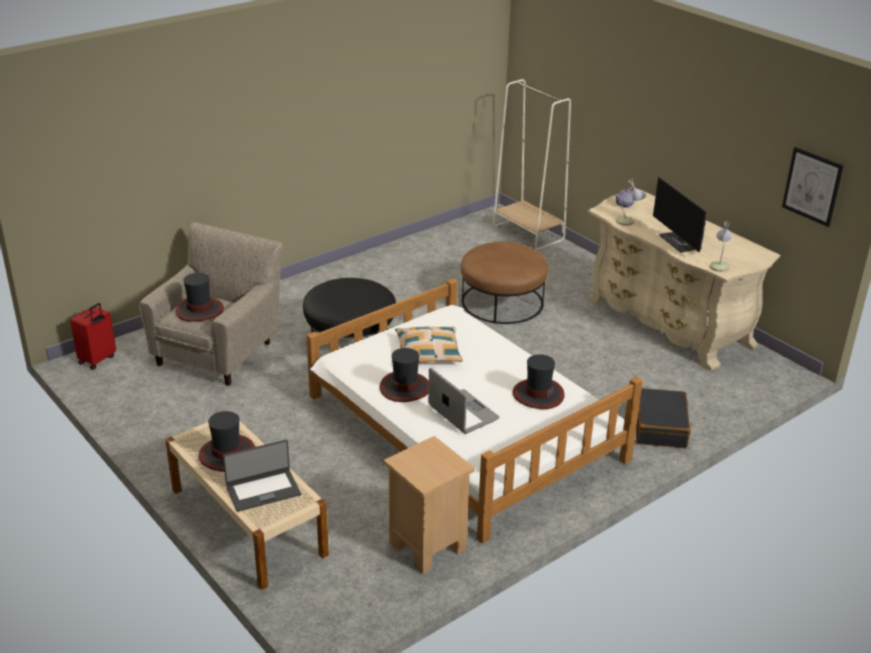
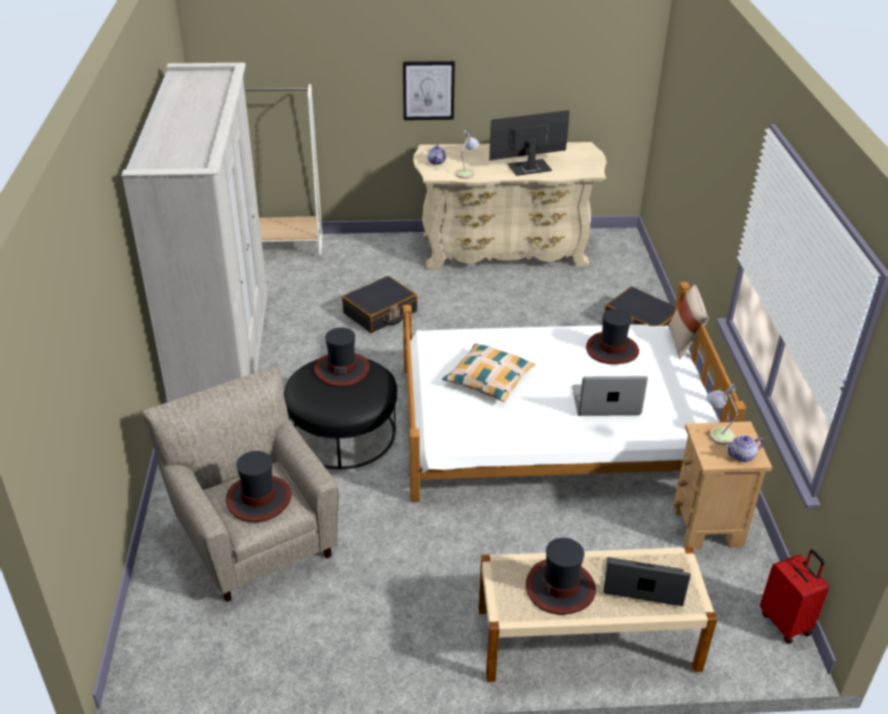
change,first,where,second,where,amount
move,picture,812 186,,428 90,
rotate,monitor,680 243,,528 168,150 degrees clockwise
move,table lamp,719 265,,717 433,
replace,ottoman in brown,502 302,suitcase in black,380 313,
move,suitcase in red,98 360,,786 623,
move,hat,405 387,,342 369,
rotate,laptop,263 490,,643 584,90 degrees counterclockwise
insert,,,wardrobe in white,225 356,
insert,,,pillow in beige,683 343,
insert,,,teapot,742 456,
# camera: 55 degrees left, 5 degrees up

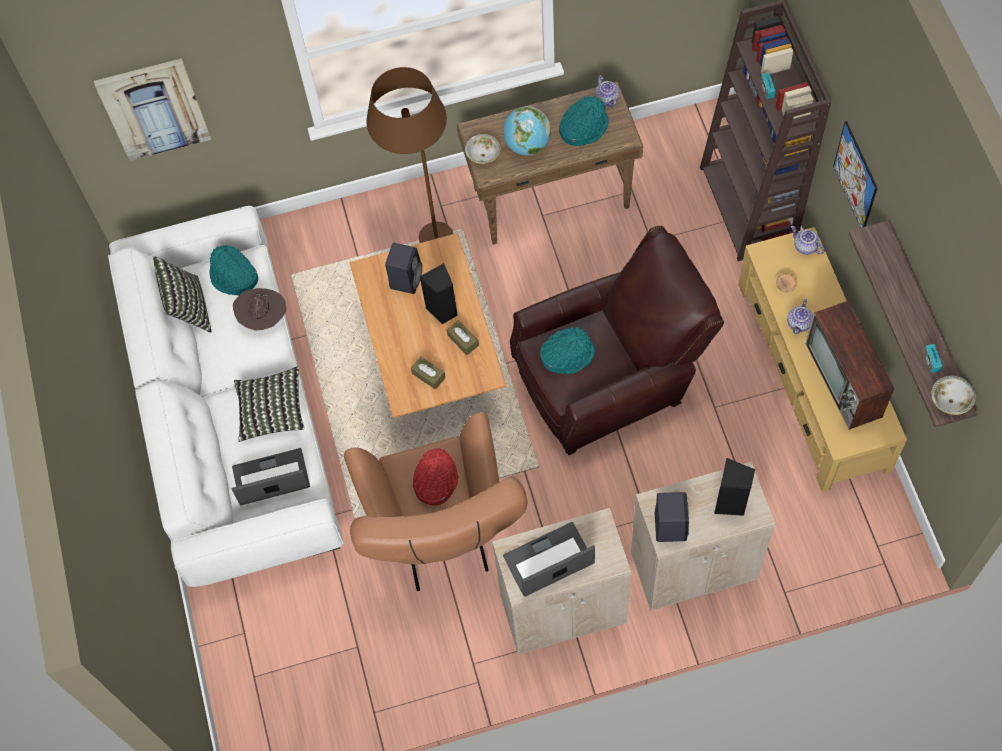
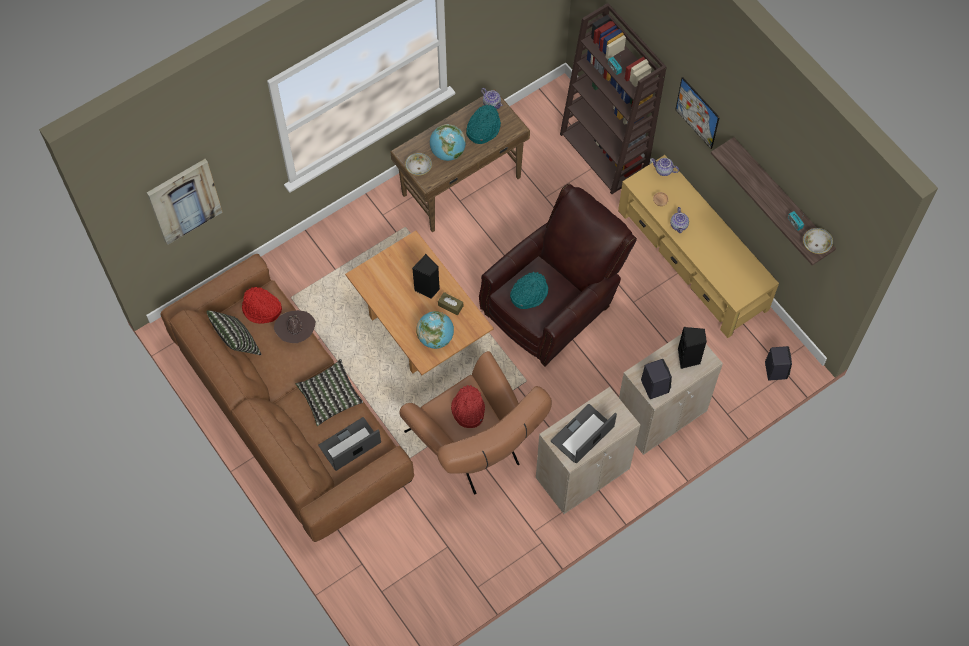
change,first,where,second,where,amount
delete,floor lamp in brown,424 225,,,
recolor,sofa in white,234 415,sofa in brown,290 412,
move,speaker in black,406 278,,775 369,
recolor,hat in turquoise,234 277,hat in red,262 310,
delete,television,845 381,,,
replace,tissue box in brown,428 375,globe,435 338,
# camera: 25 degrees left, 0 degrees up

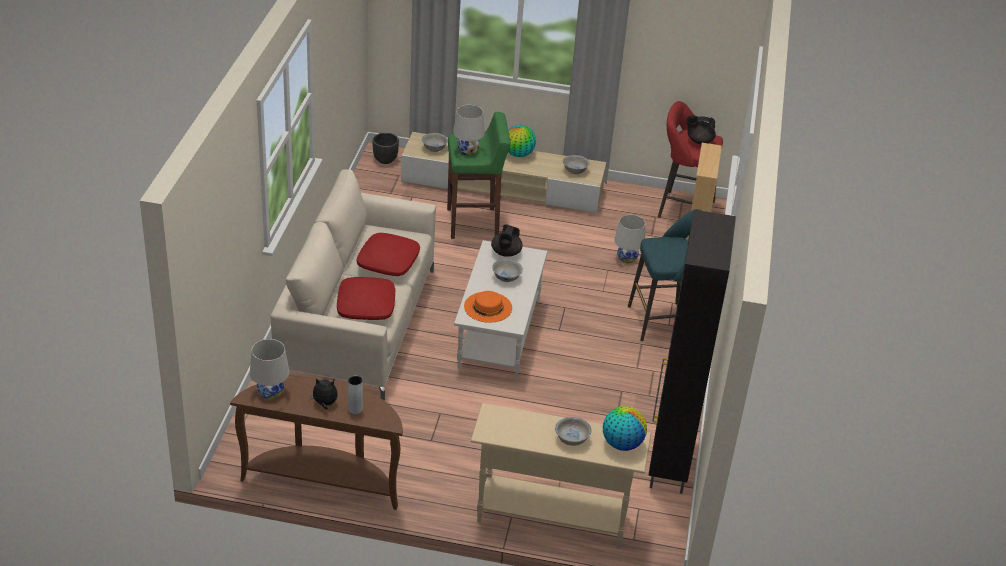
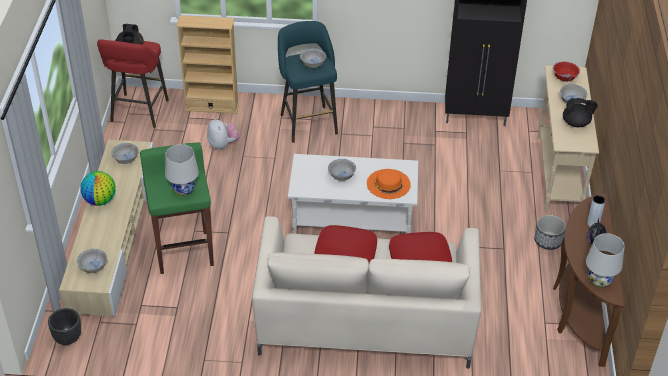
change,first,where,second,where,amount
replace,table lamp in white,627 258,plush toy,223 145,
move,teapot in black,506 253,,576 123,
replace,globe,622 444,bowl in red,564 77,
insert,,,bowl in white,313 64,
insert,,,planter,548 241,
# camera: 95 degrees left, 5 degrees up

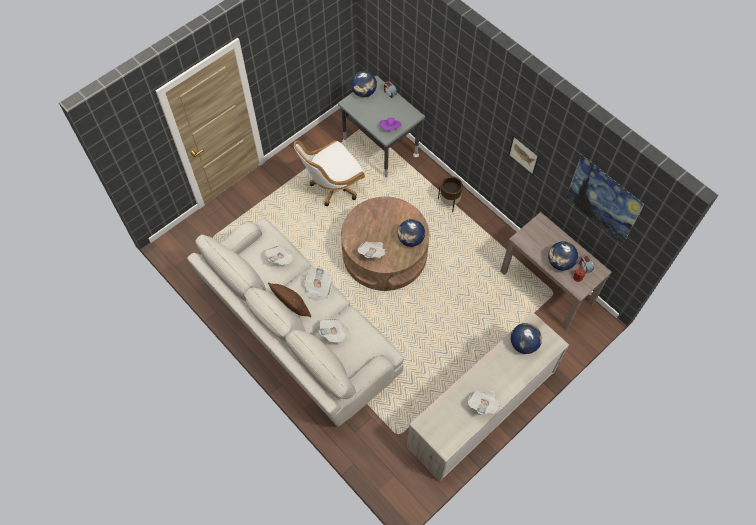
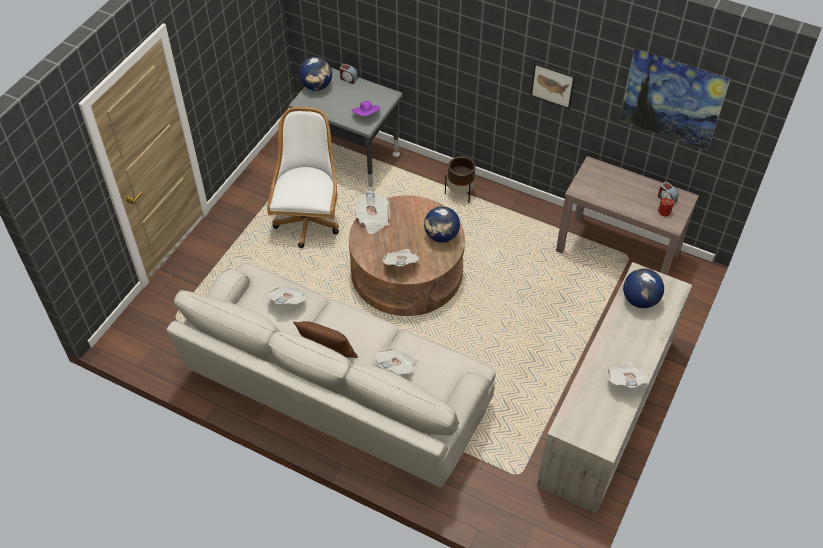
change,first,where,second,where,amount
rotate,office chair in white,331 188,,308 218,150 degrees clockwise
delete,globe,560 263,,,
move,newspaper,318 289,,373 219,
# camera: 20 degrees left, 10 degrees down

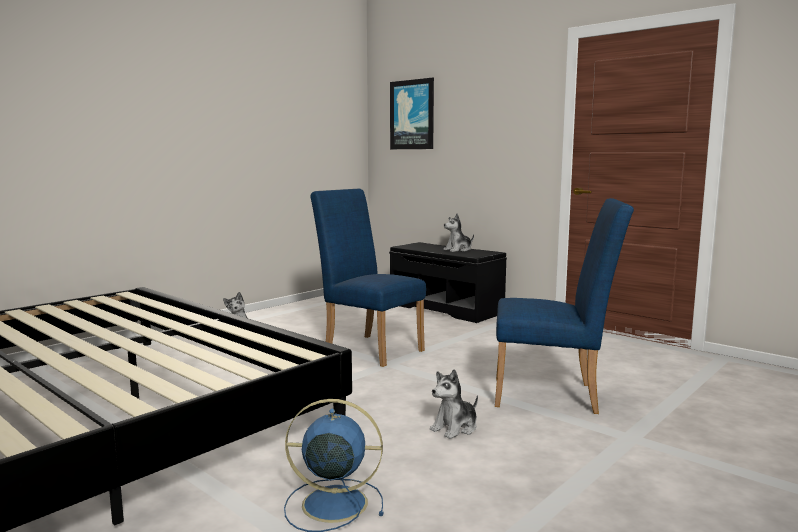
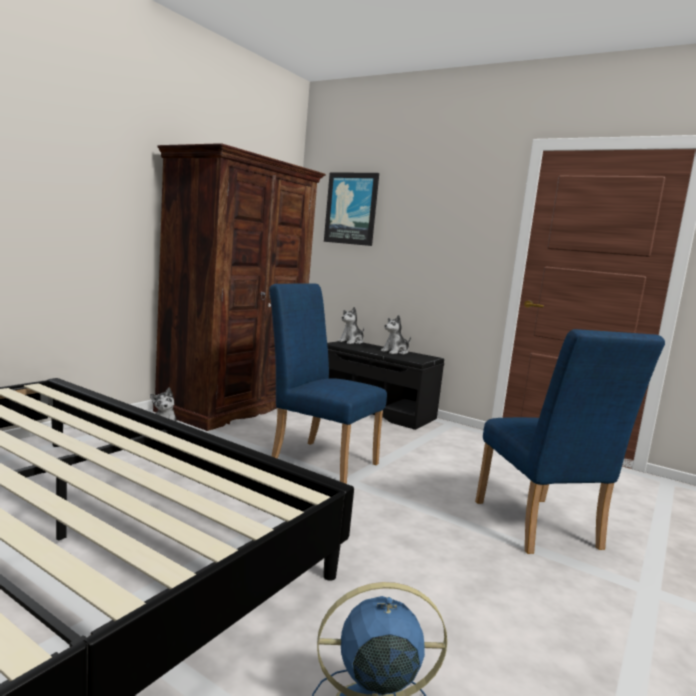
change,first,where,second,where,amount
rotate,chair in blue,554 396,,540 529,75 degrees clockwise
move,plush toy,455 428,,351 342,
insert,,,wardrobe in brown,232 407,
# camera: 10 degrees left, 0 degrees up

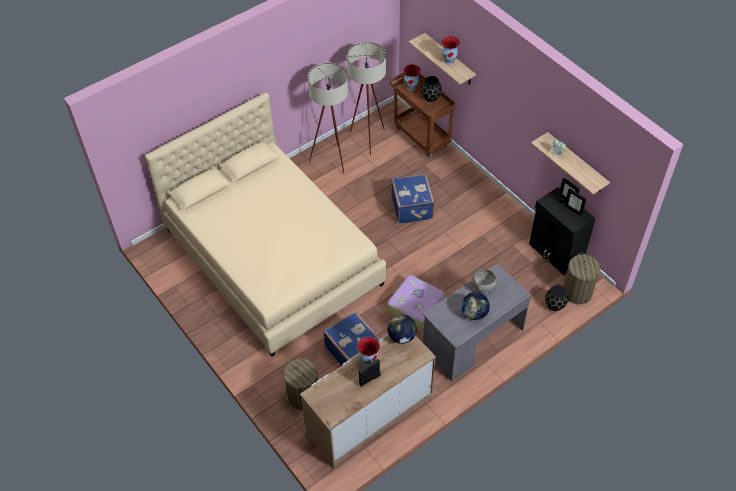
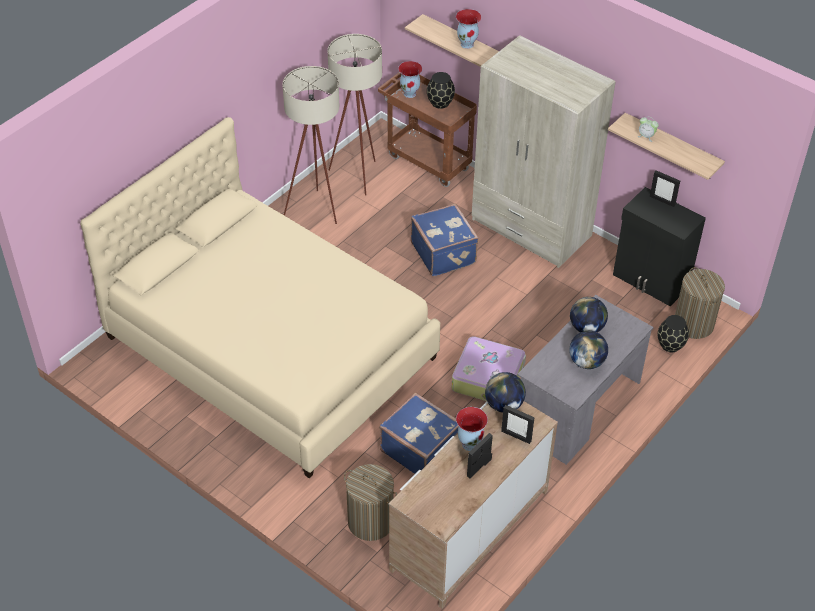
change,first,where,second,where,amount
move,picture frame,573 209,,516 435,
replace,bowl in grey,483 287,globe,586 328,
insert,,,wardrobe in beige,531 228,
# camera: 15 degrees left, 5 degrees down

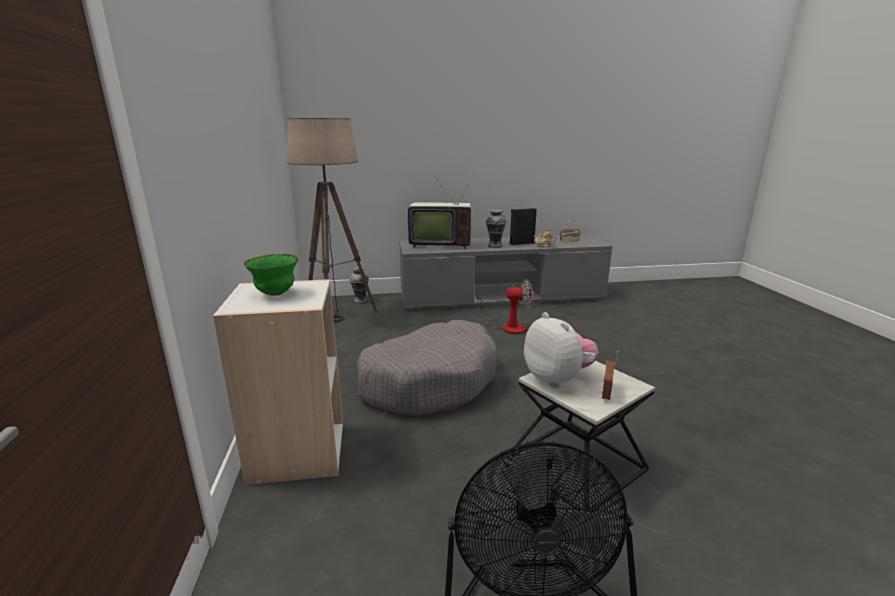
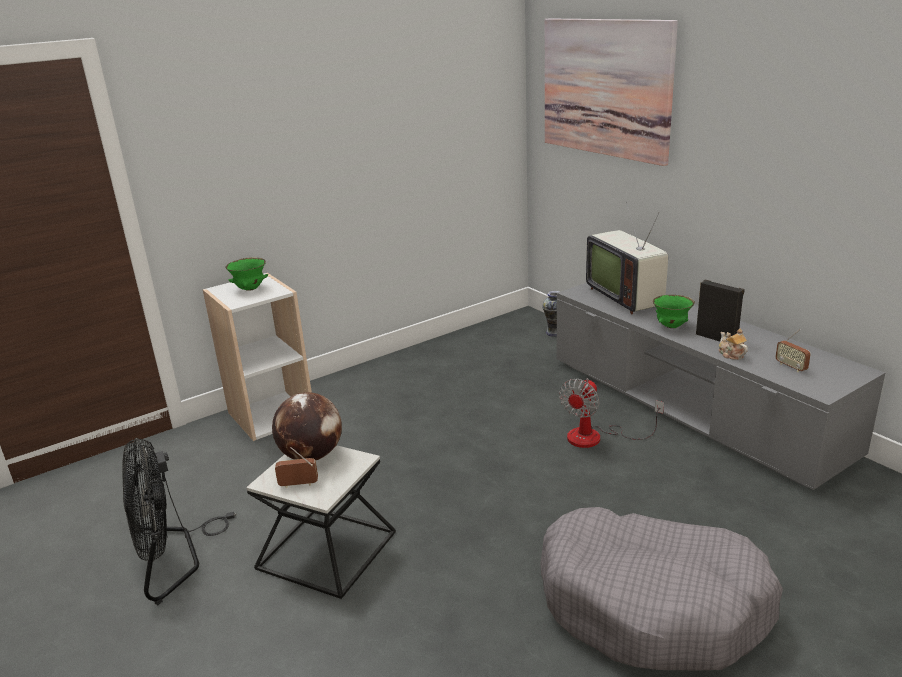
change,first,where,second,where,amount
delete,floor lamp,337 319,,,
replace,vase,495 246,bowl in green,671 326,
rotate,fan,507 326,,596 437,60 degrees clockwise
replace,plush toy,557 379,globe,311 455,
move,dog bed in grey,429 381,,652 605,
insert,,,picture,605 88,
# camera: 65 degrees right, 5 degrees up

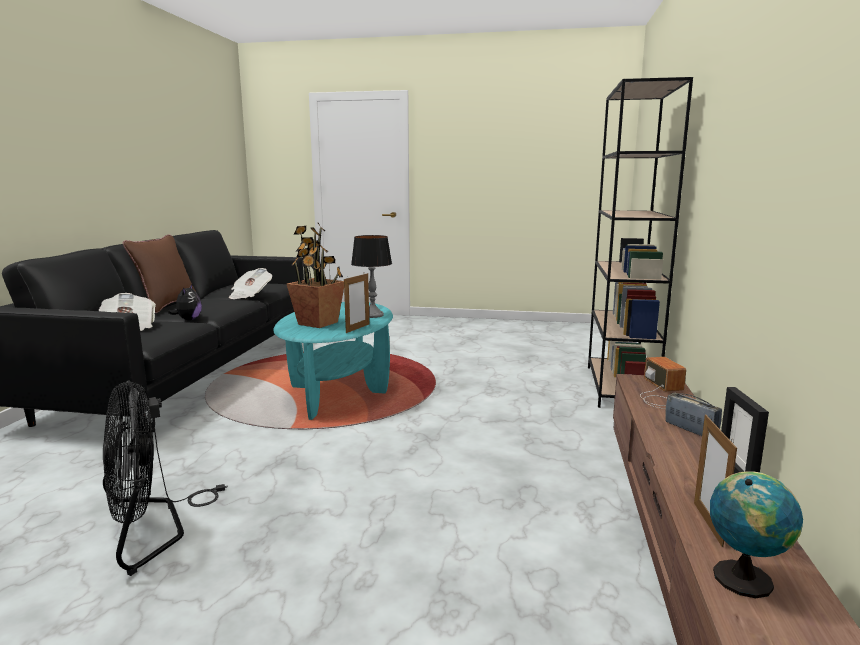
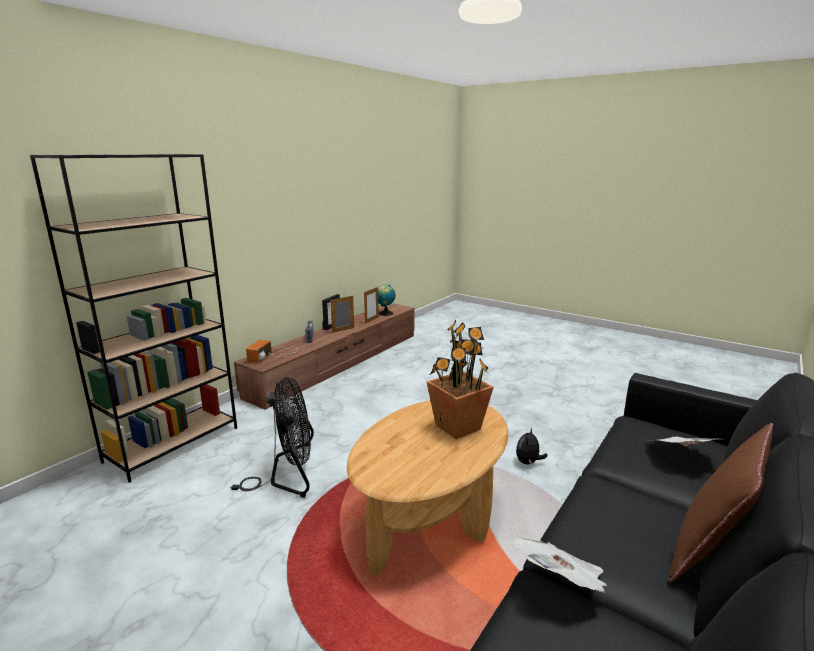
change,first,where,second,where,amount
delete,table lamp,372 315,,,
move,picture frame,357 328,,343 330,
move,plush toy,188 320,,528 462,
recolor,coffee table in turquoise,338 390,coffee table in brown,430 518,
move,fan in black,154 523,,287 472,
# camera: 155 degrees left, 5 degrees up

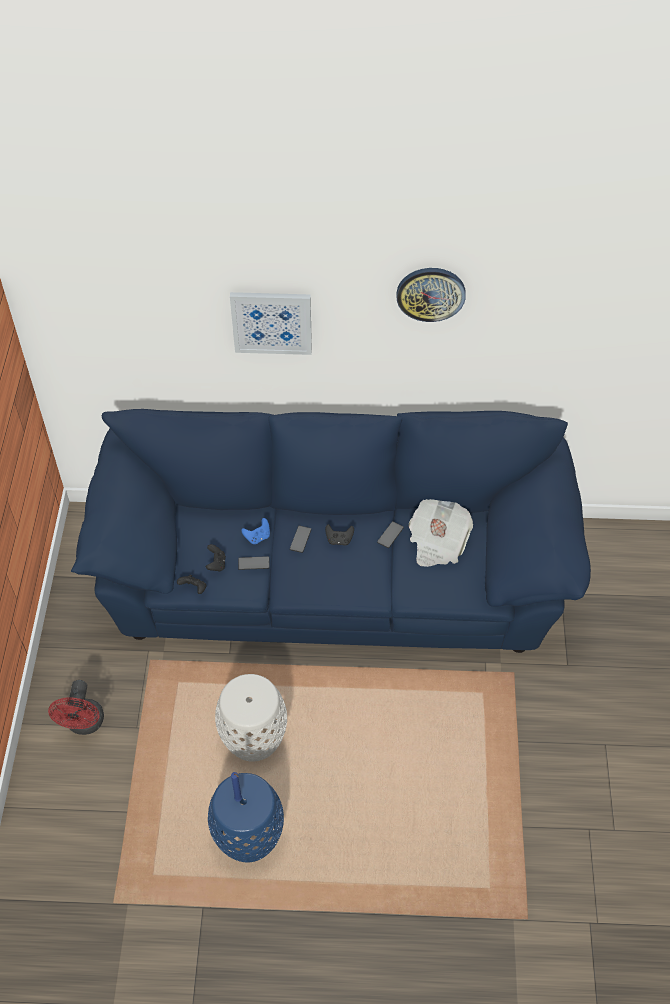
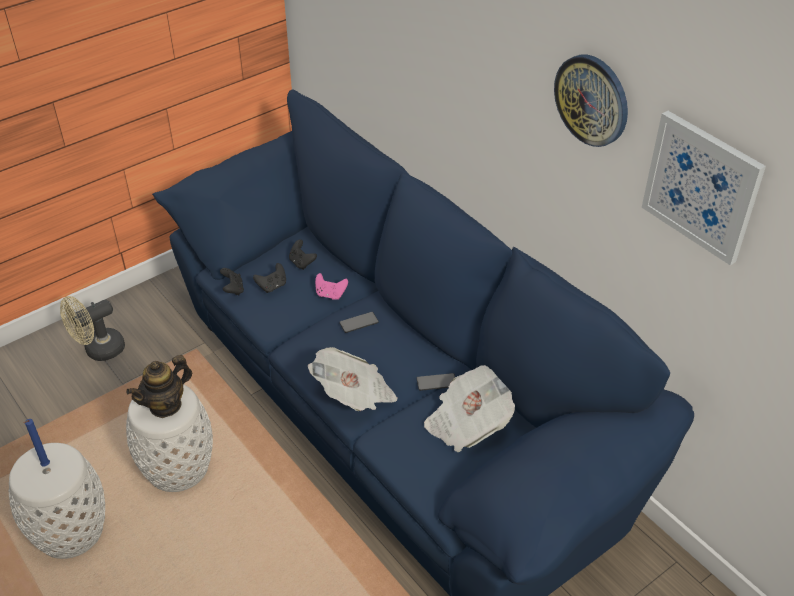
change,first,where,second,where,amount
move,picture,272 322,,702 186,
recolor,game controller in blue,257 537,game controller in pink,330 294,
move,game controller in black,339 540,,302 263,
delete,phone,253 563,,,
recolor,fan in red,84 724,fan in beige,99 351,
recolor,stool in blue,248 836,stool in white,70 532,
insert,,,newspaper,354 395,
insert,,,teapot,165 405,
# camera: 50 degrees right, 10 degrees down

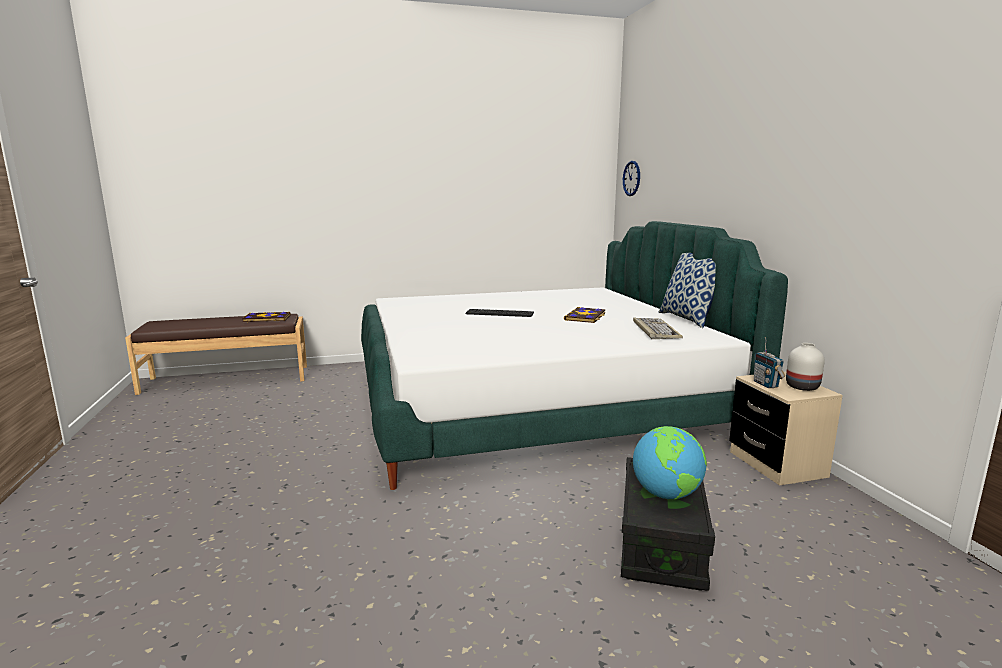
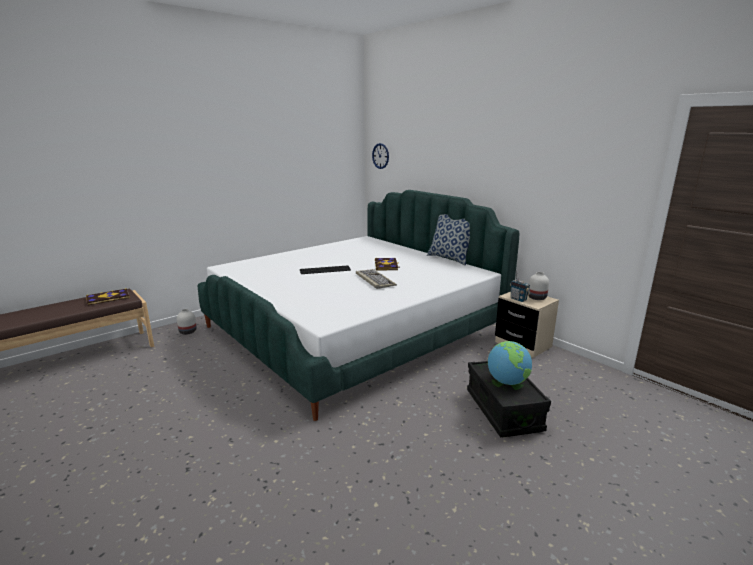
change,first,where,second,where,amount
move,keyboard,655 331,,374 280,
insert,,,vase in white,187 332,
# camera: 25 degrees left, 5 degrees up

